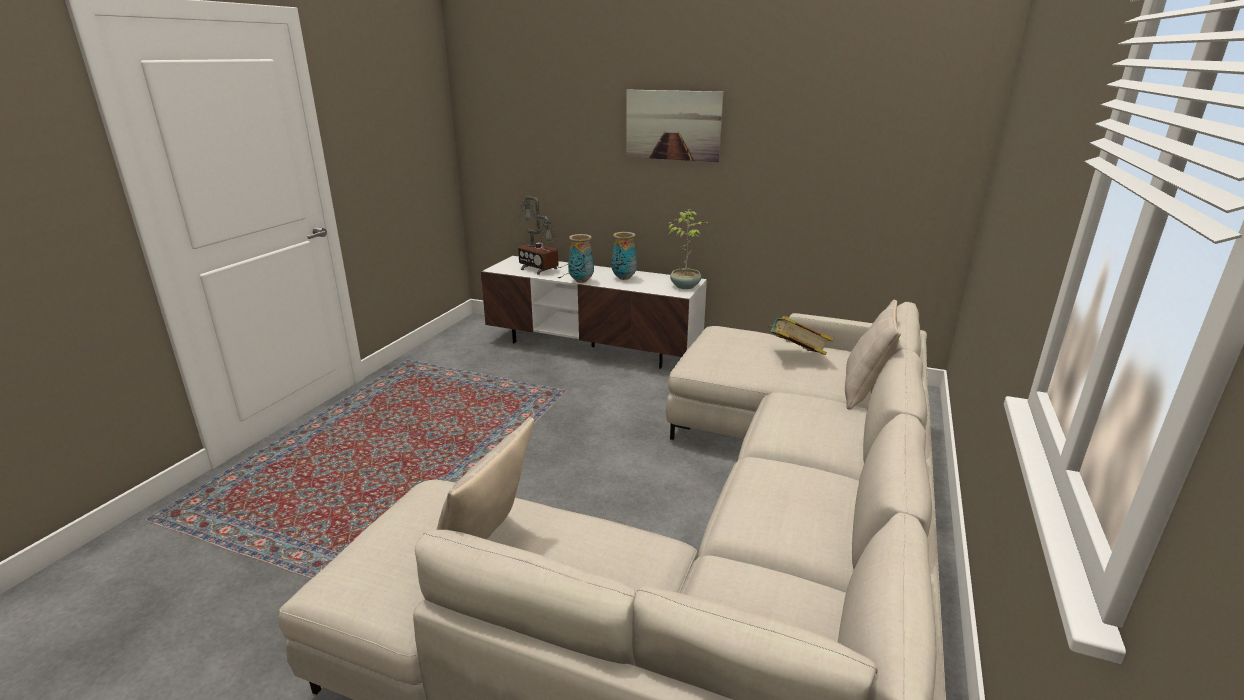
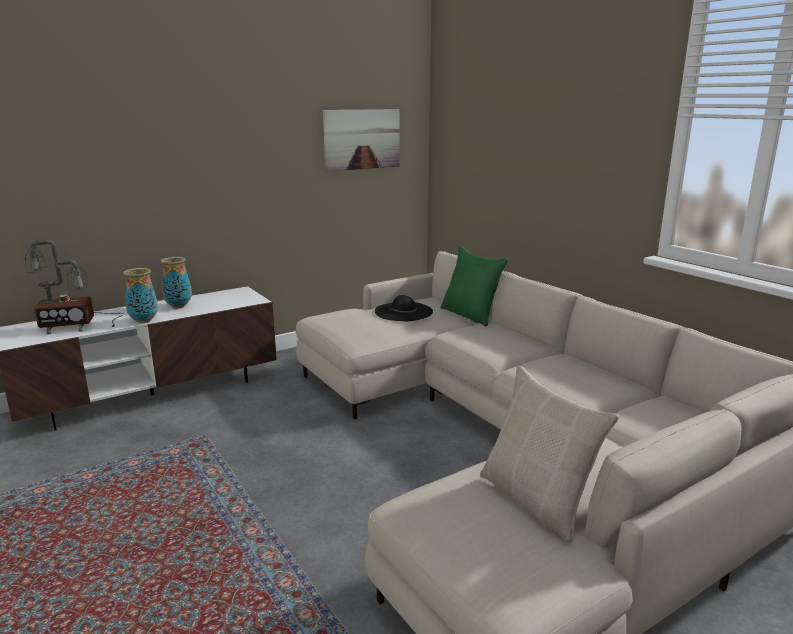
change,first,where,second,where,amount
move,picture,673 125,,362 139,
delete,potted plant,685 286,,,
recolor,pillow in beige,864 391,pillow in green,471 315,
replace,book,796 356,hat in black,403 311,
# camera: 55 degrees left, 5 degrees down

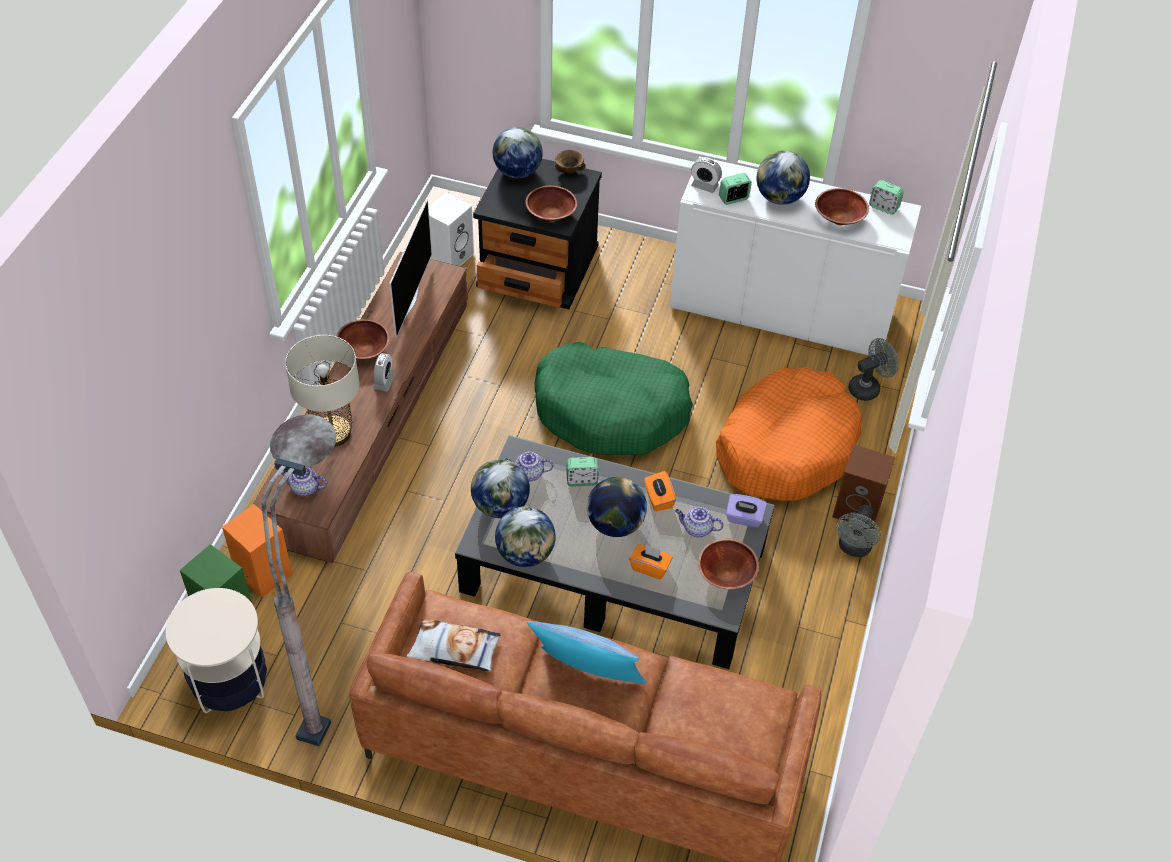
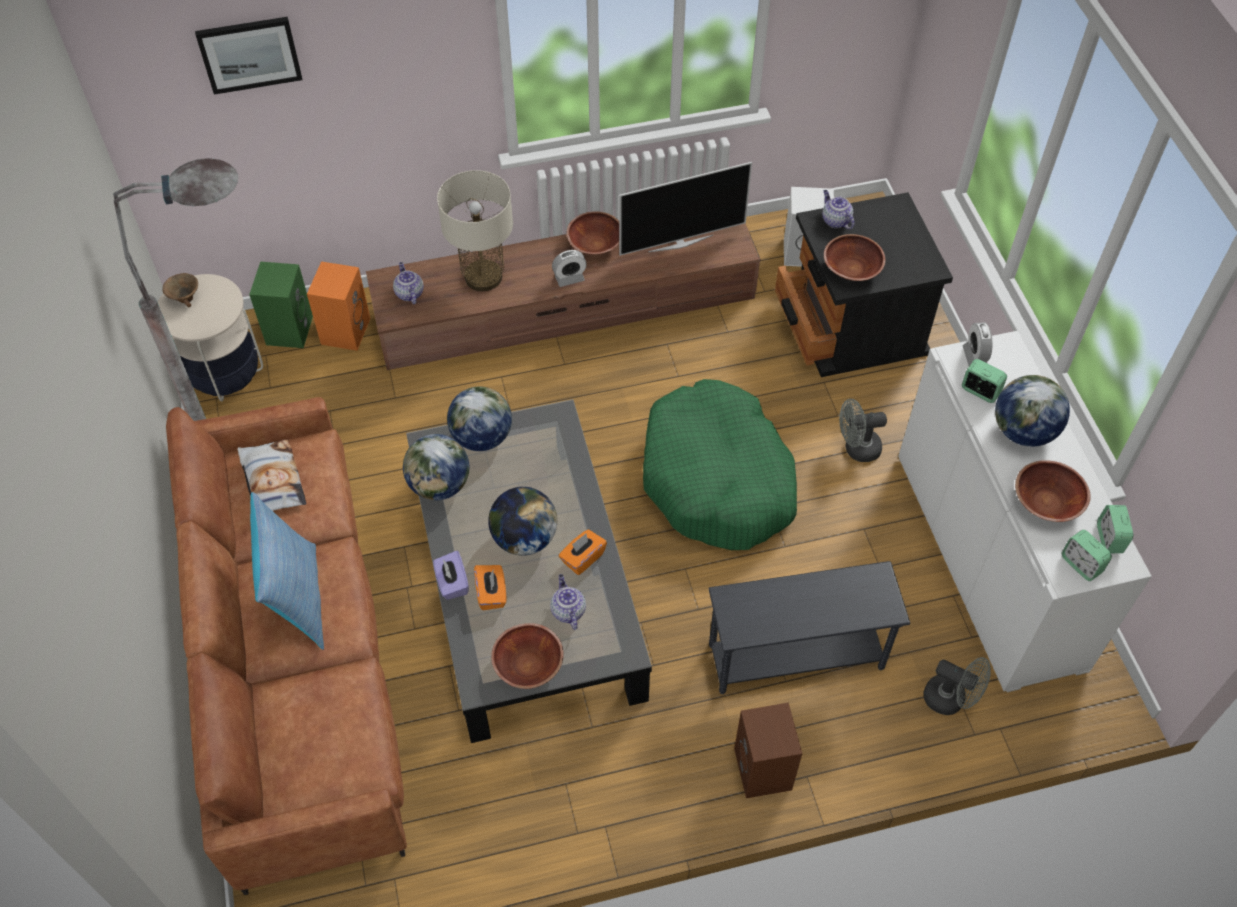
change,first,where,second,where,amount
delete,globe,517 172,,,
move,bowl in brown,570 171,,186 299,
replace,dog bed in orange,786 447,side table in grey,796 658,
move,teapot,528 474,,835 220,
move,alarm clock,582 480,,1081 564,
move,tissue box in purple,744 518,,452 583,
move,fan in grey,853 548,,856 449,
insert,,,picture,249 54,
# camera: 60 degrees right, 5 degrees up

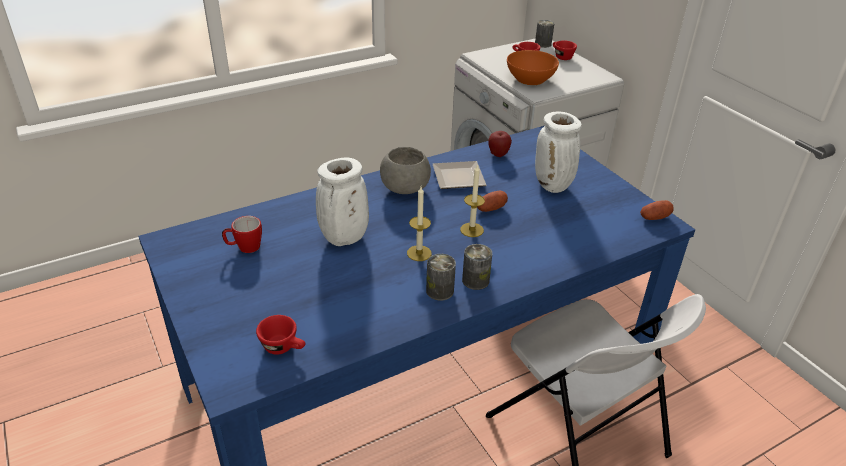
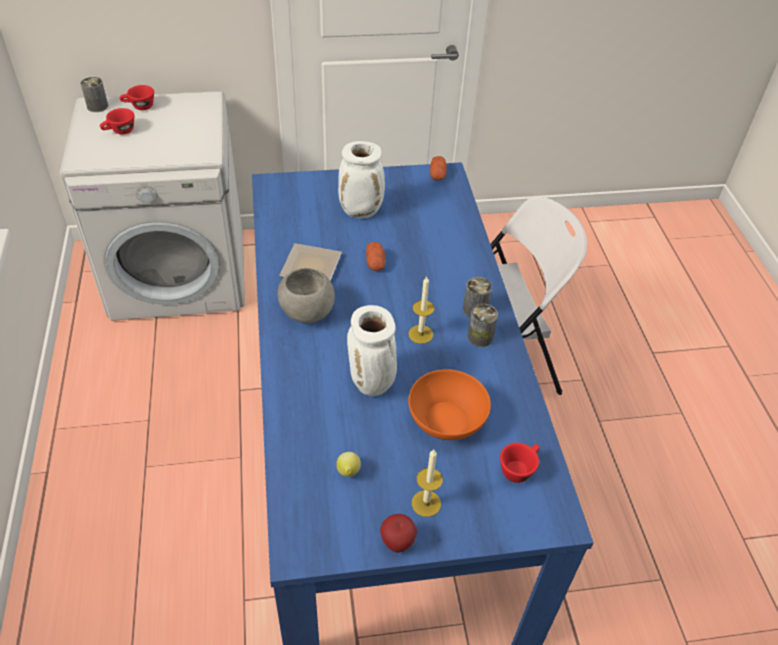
change,first,where,second,where,amount
move,bowl in orange,530 79,,446 419,
move,apple,498 155,,397 543,
move,candle,472 230,,426 503,
replace,mug,244 248,lemon,348 473,
# camera: 70 degrees left, 10 degrees up

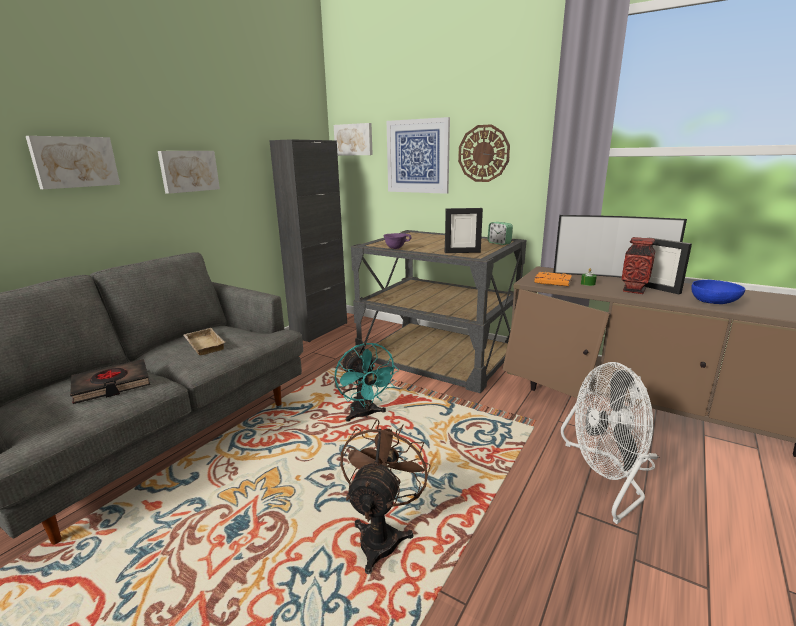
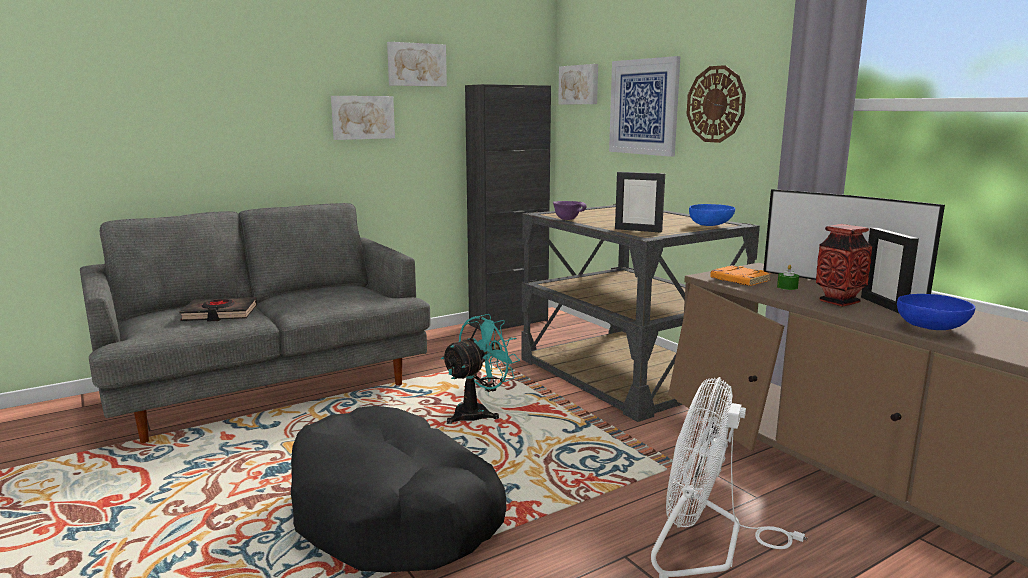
change,first,where,second,where,amount
move,picture,74 162,,416 64,
replace,alarm clock,499 243,bowl in blue,710 226,
delete,tray in beige,203 345,,,
rotate,fan in turquoise,365 415,,478 413,135 degrees counterclockwise
replace,fan in brown,382 535,dog bed in black,395 513,
# camera: 25 degrees right, 5 degrees down

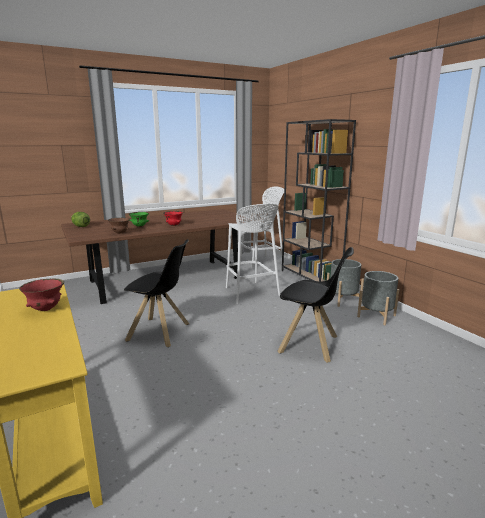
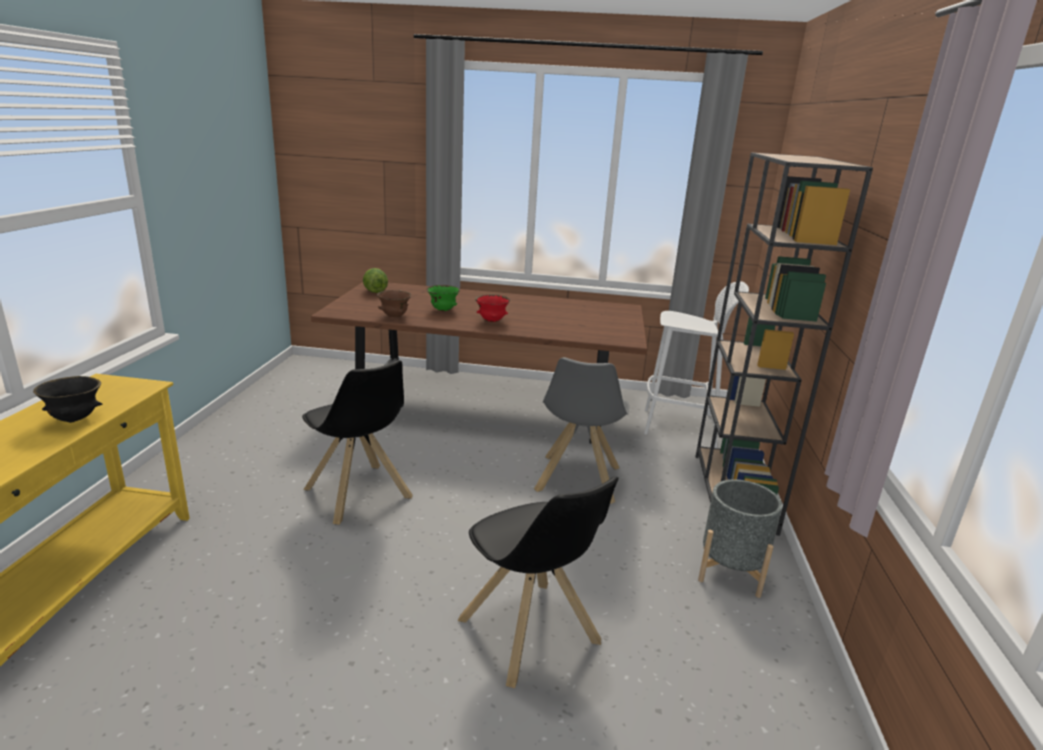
change,first,where,second,where,amount
replace,stool in white,250 292,chair in grey,577 480,
delete,planter in grey,376 316,,,
recolor,bowl in red,46 309,bowl in black,75 420,
# camera: 35 degrees right, 5 degrees up

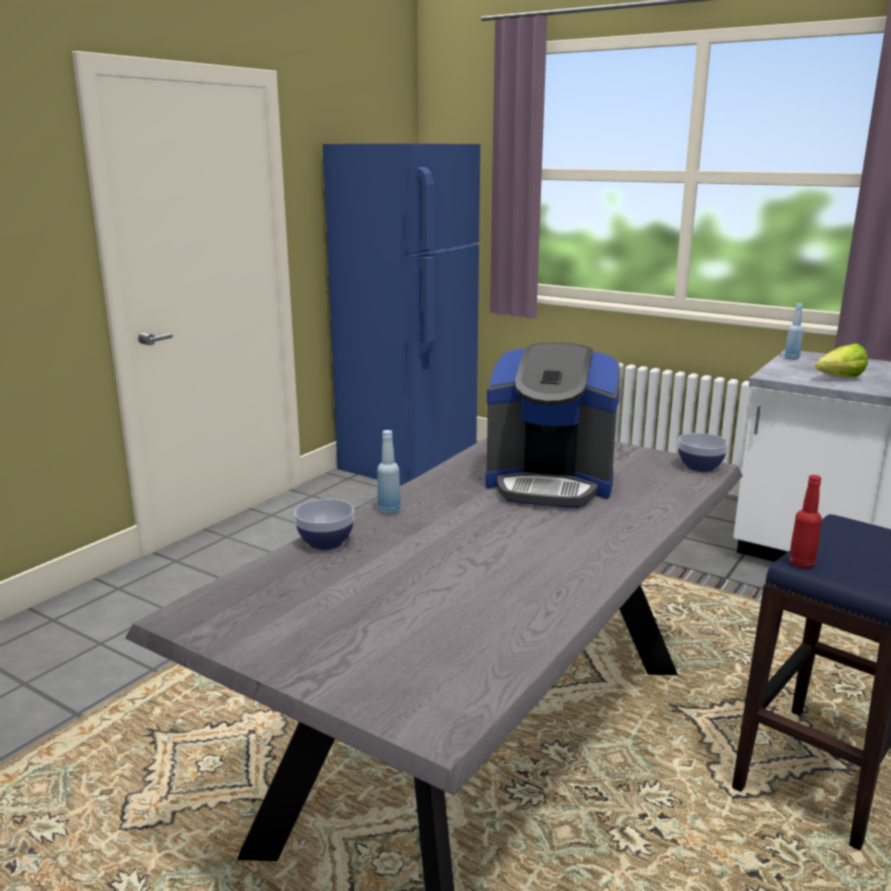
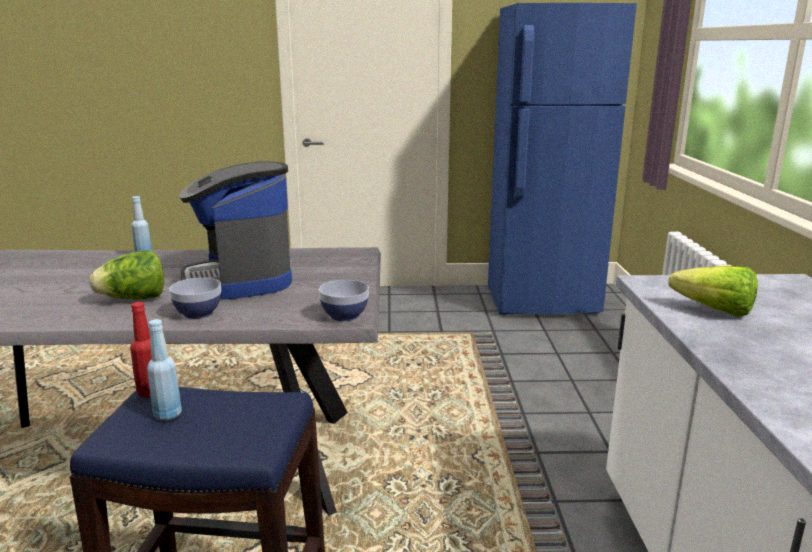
change,first,where,second,where,amount
move,bottle in blue,791 358,,168 414,
move,bowl,325 542,,198 313,
insert,,,lettuce,134 299,
# camera: 55 degrees right, 0 degrees up

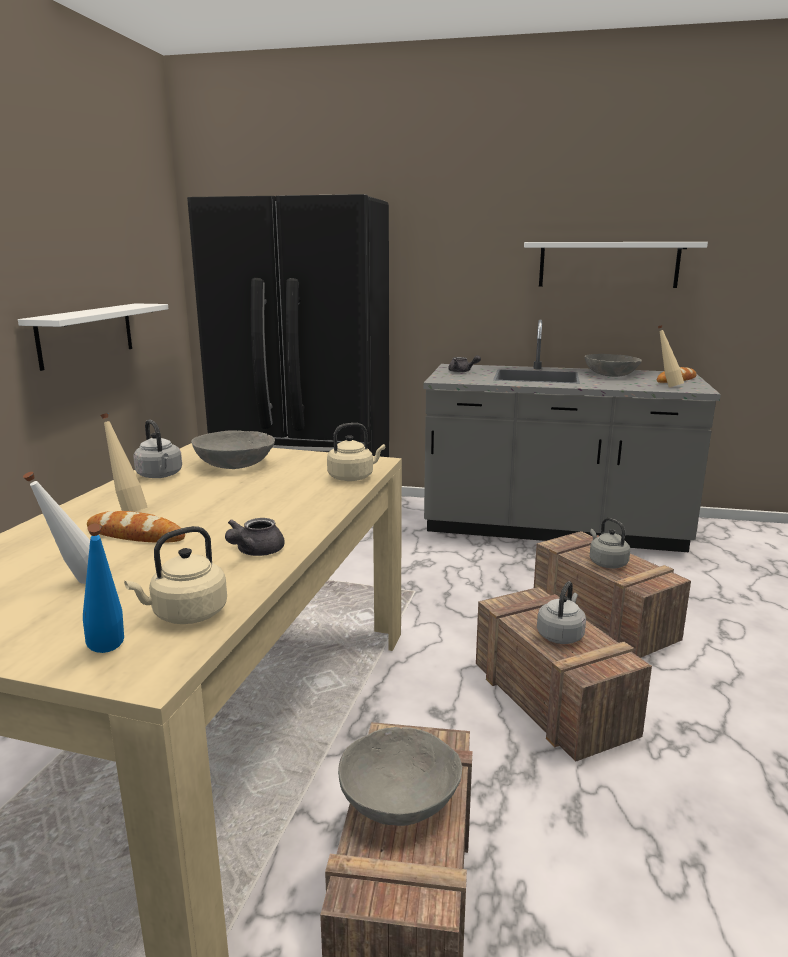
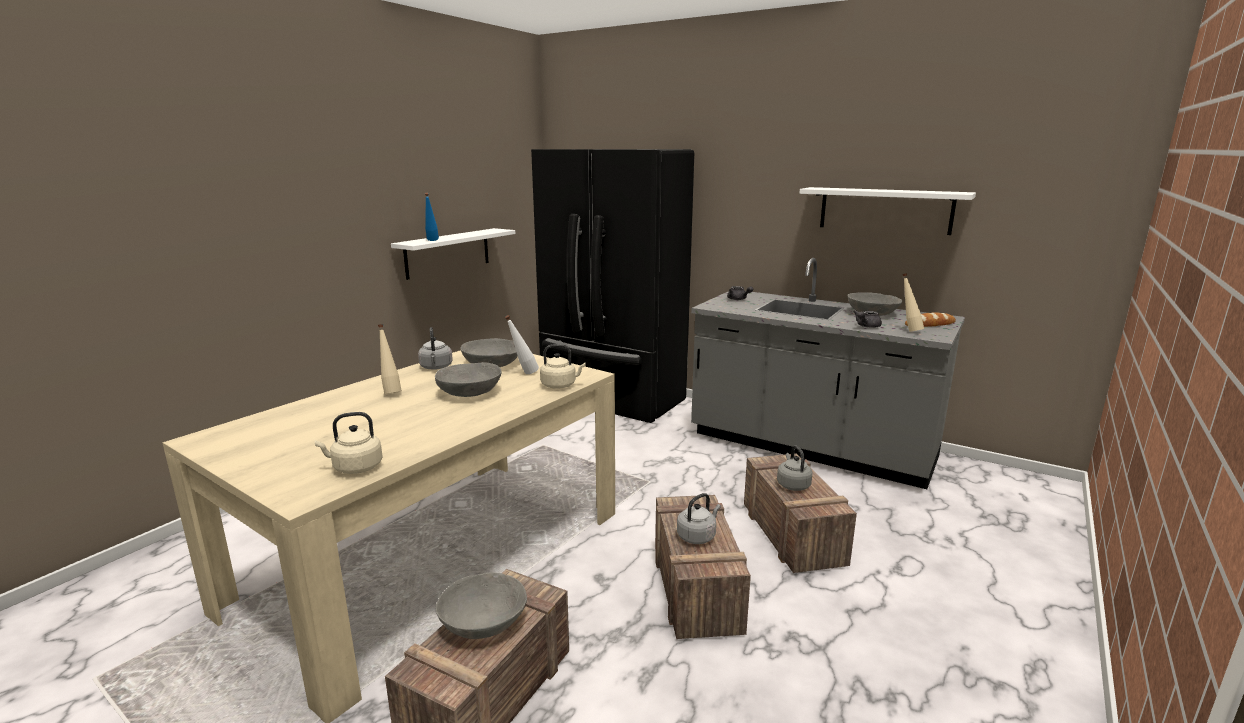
change,first,where,second,where,amount
move,bottle in white,76 584,,523 374,
delete,bread,135 534,,,
move,teapot in grey,254 552,,866 326,
move,bottle in blue,109 654,,432 241,
insert,,,bowl in grey,469 392,
# camera: 20 degrees right, 0 degrees up

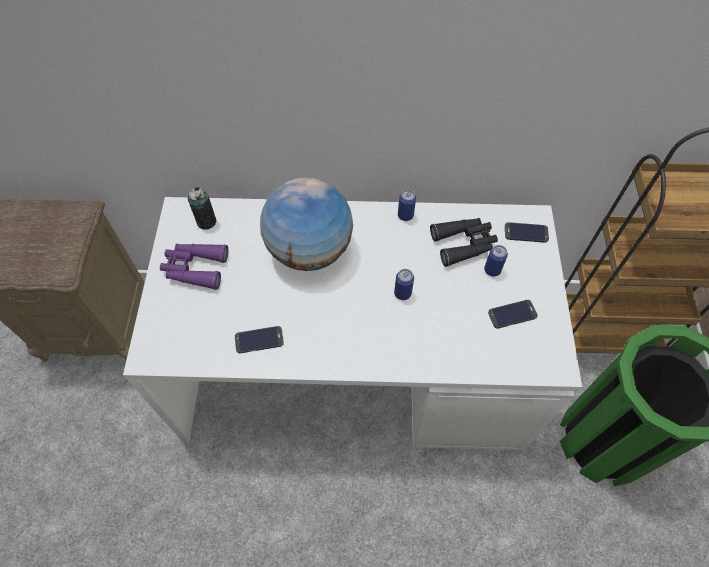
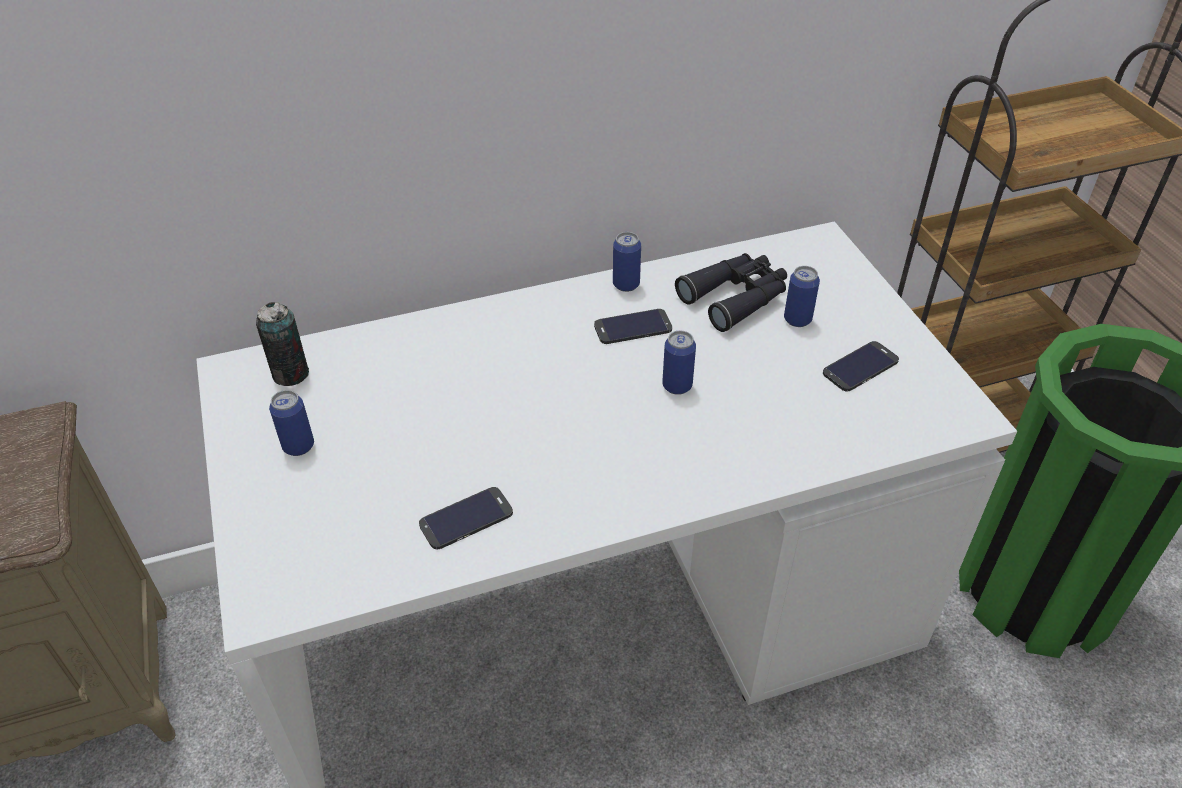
change,first,where,second,where,amount
delete,globe,309 250,,,
move,phone,526 232,,633 327,
replace,binoculars in purple,195 268,can,298 446,
# camera: 20 degrees left, 15 degrees down

